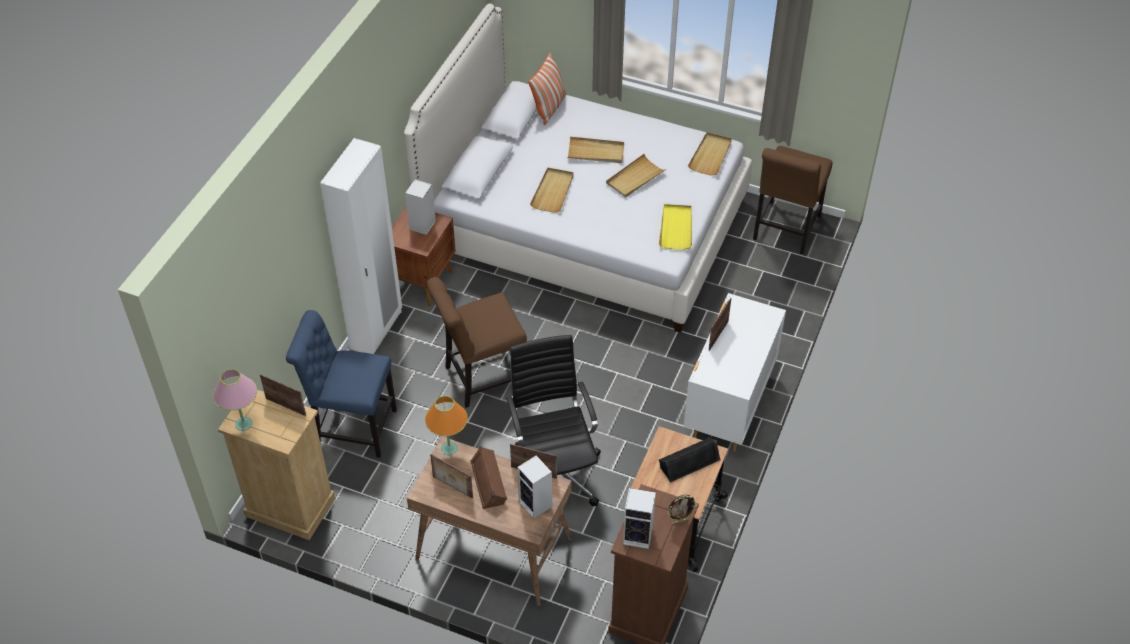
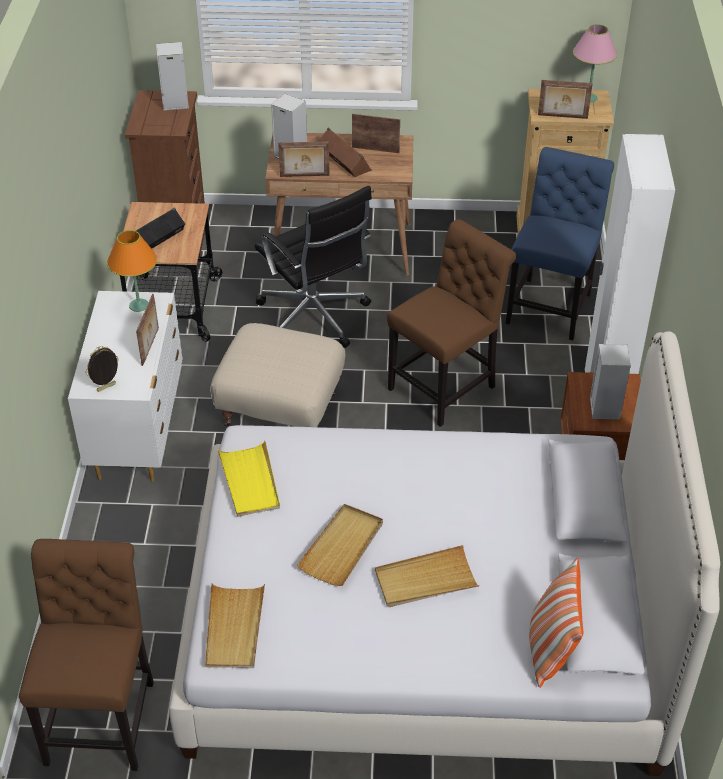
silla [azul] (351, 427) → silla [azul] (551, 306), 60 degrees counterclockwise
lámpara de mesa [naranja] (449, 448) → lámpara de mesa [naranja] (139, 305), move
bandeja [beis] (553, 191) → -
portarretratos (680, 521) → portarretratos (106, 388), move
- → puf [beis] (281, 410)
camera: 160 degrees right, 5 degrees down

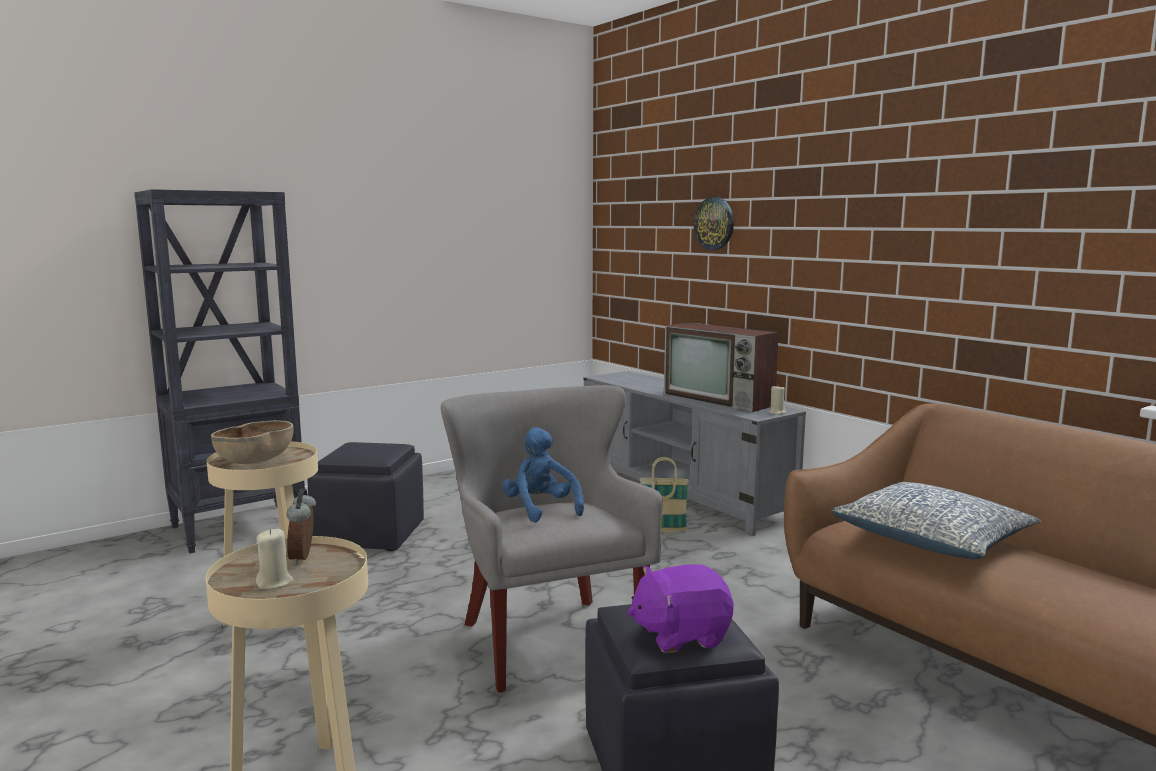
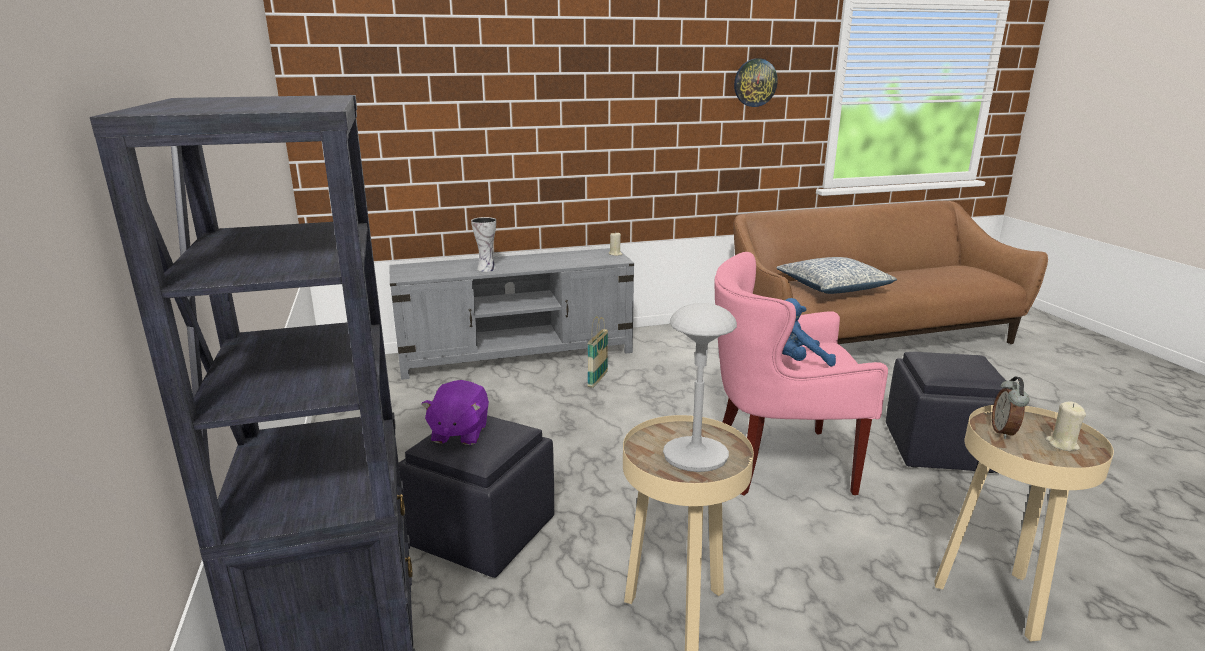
cuenco [marrón] (255, 461) → lámpara de mesa [gris] (695, 456)
despertador (304, 558) → despertador (1004, 432), 90 degrees clockwise
sillón [gris] (549, 640) → sillón [rosa] (778, 461)
peluche [morado] (680, 635) → peluche [morado] (459, 433), move
televisor (720, 400) → -
reloj de pared (714, 223) → reloj de pared (755, 82), move
- → florero (486, 268)
camera: 70 degrees left, 10 degrees up

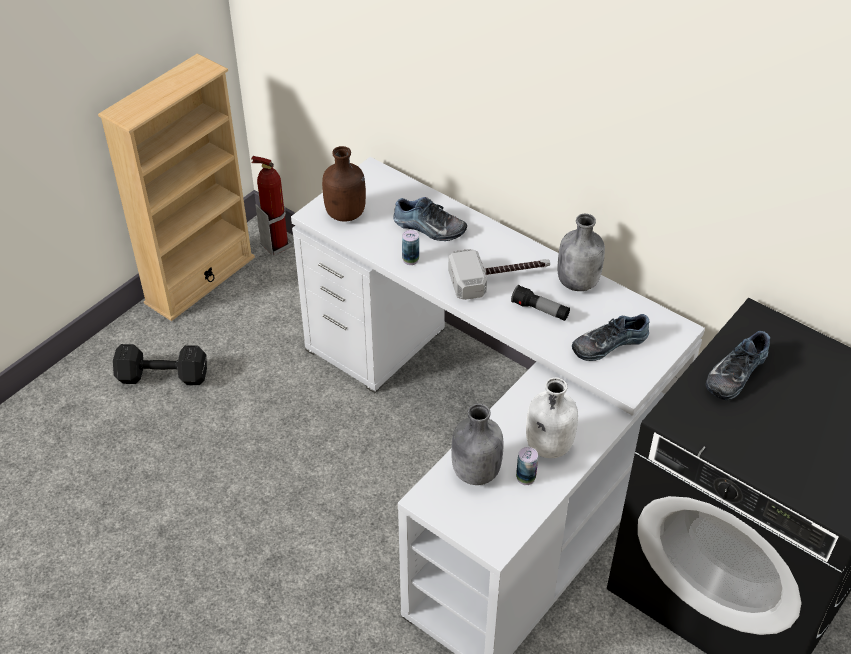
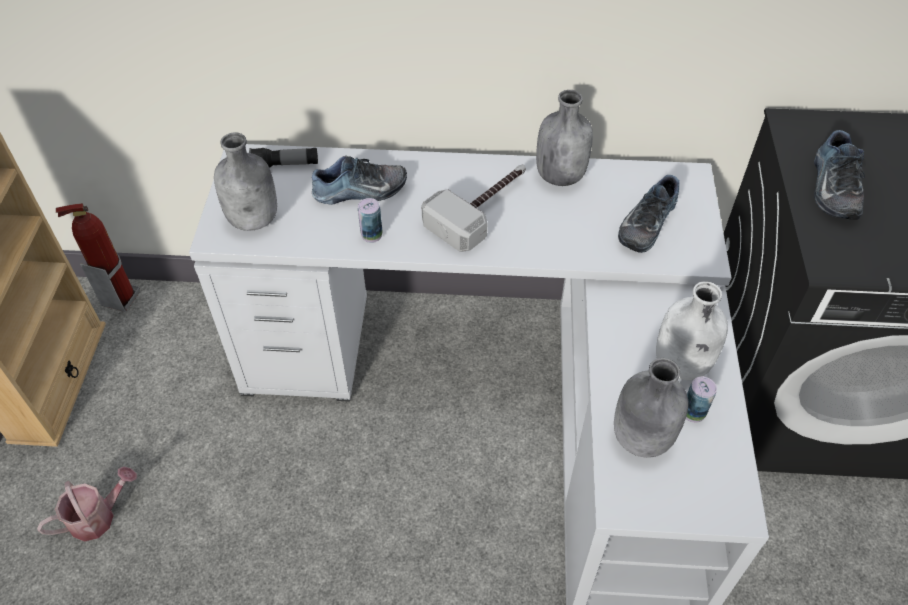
mancuerna [negro] (165, 377) → regadera (98, 517)
botella [marrón] (346, 214) → botella [gris] (254, 219)
linterna (540, 310) → linterna (285, 165), move
camera: 35 degrees left, 5 degrees up

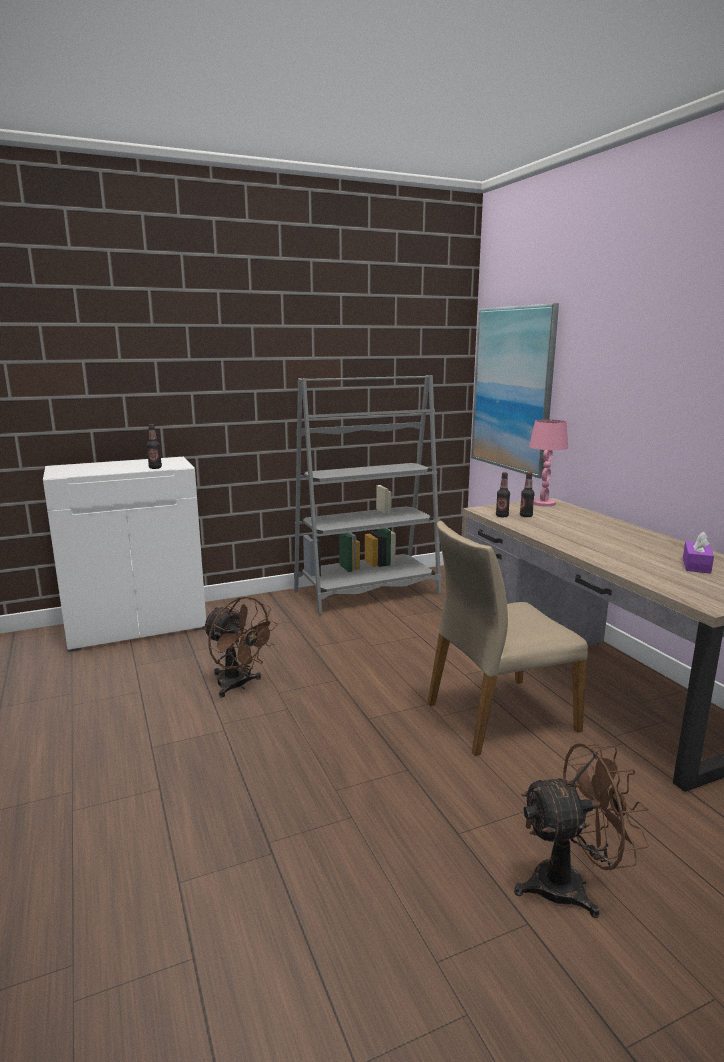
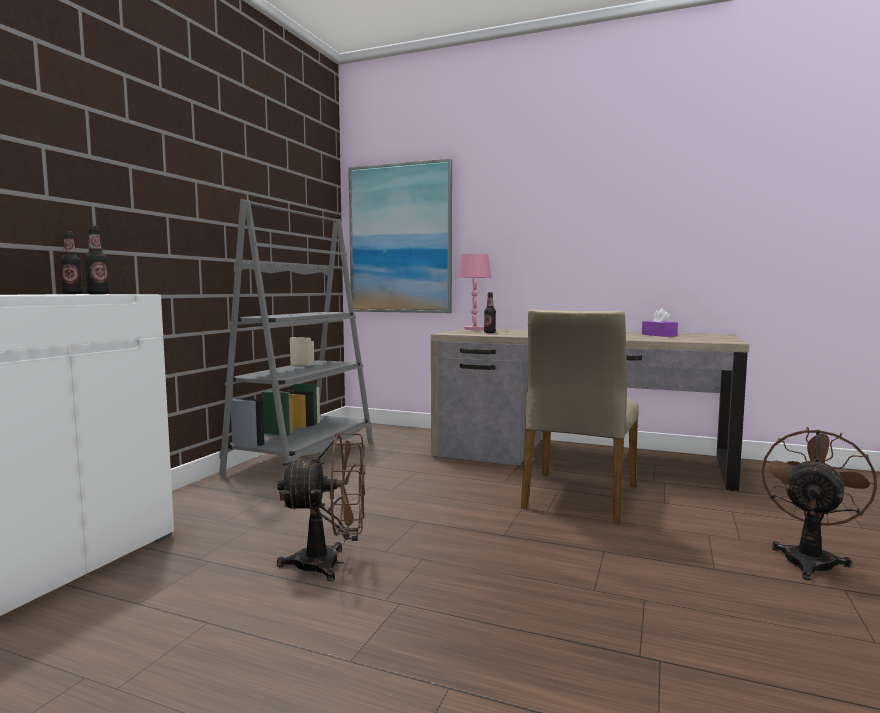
botella (502, 516) → botella (72, 293), move
camera: 45 degrees left, 10 degrees down

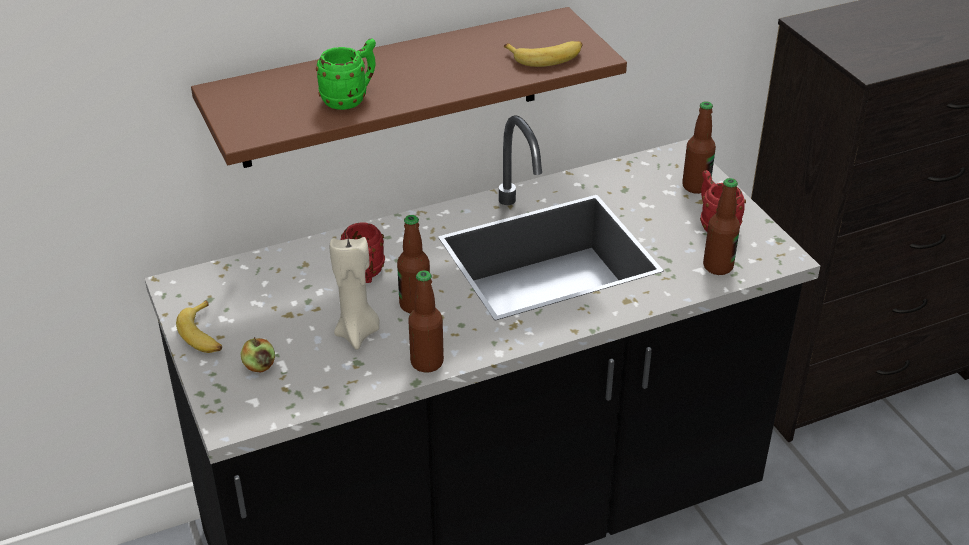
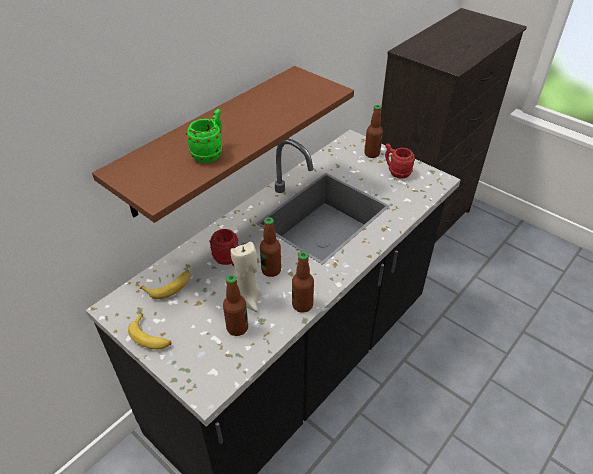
manzana (259, 366) → -
plátano (546, 57) → plátano (169, 286), move
botella (718, 267) → botella (237, 328), move
camera: 25 degrees left, 5 degrees up

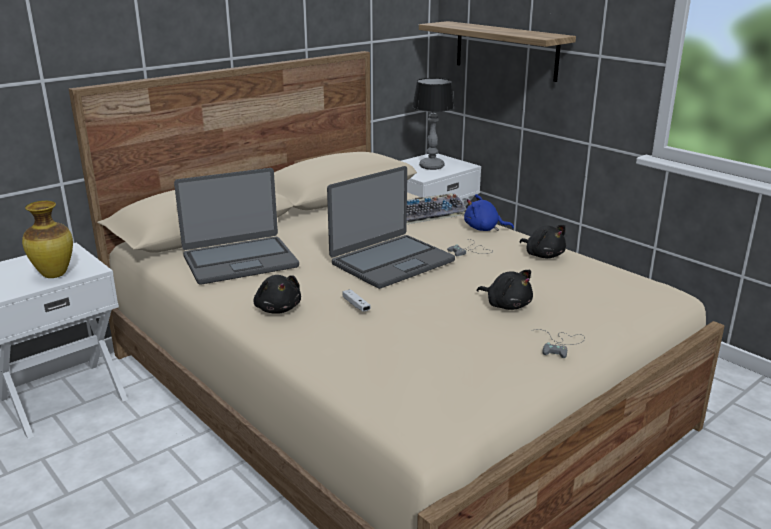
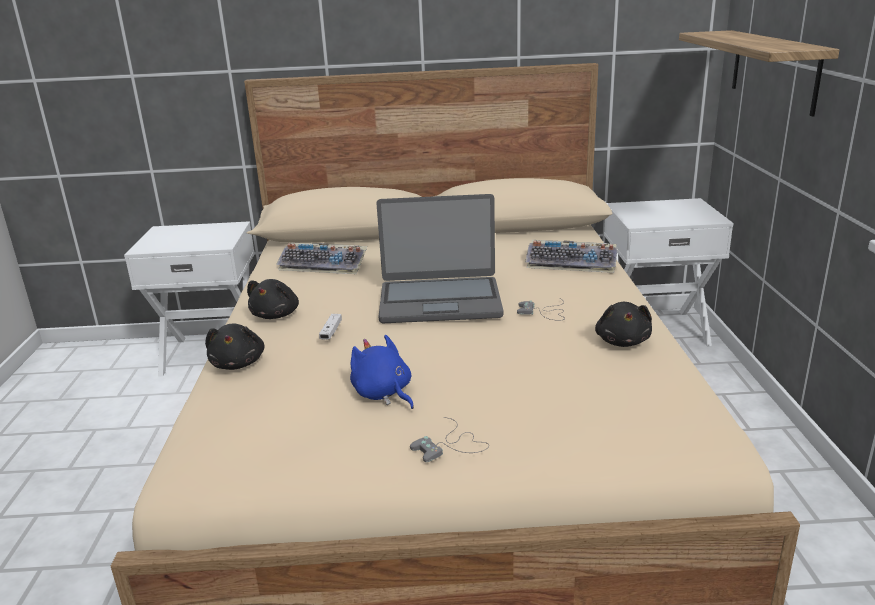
florero (55, 275) → -
portátil (240, 261) → teclado (324, 265)
lámpara de mesa (431, 166) → -
peluche [azul] (484, 229) → peluche [azul] (383, 394), move
peluche [negro] (506, 305) → peluche [negro] (238, 363), move
camera: 40 degrees right, 0 degrees up

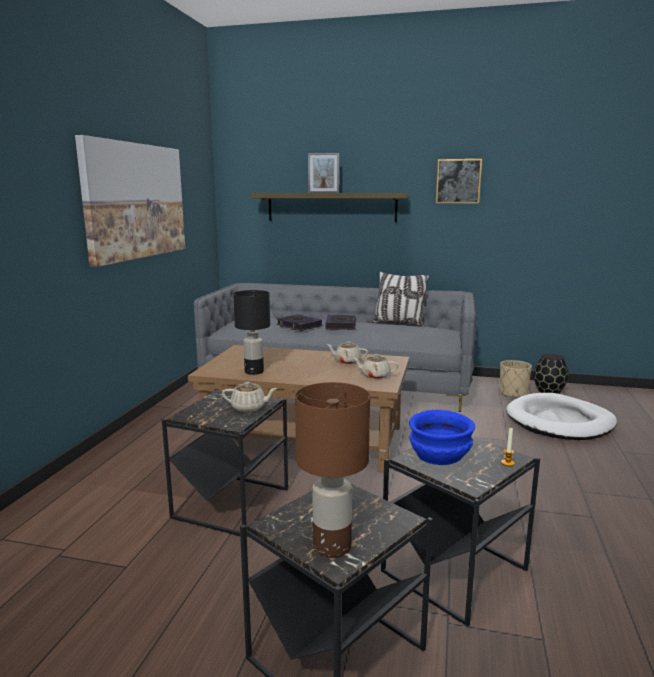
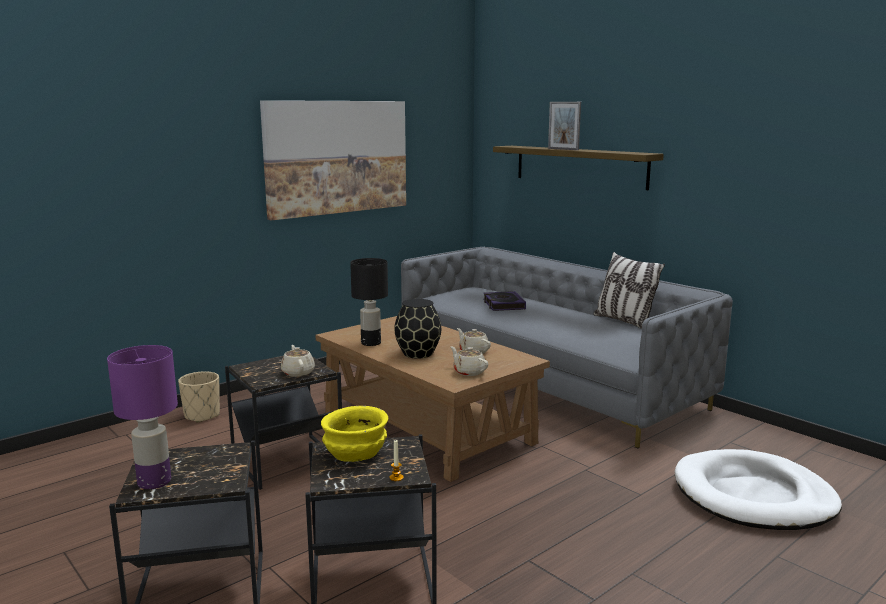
tetera [beis] (249, 408) → tetera [beis] (298, 372), 150 degrees counterclockwise
lámpara de mesa [marrón] (331, 546) → lámpara de mesa [morado] (155, 481)
libro (341, 325) → -
cuenco [azul] (440, 456) → cuenco [amarillo] (355, 453)
cuadro (458, 181) → -
maceta [beis] (513, 393) → maceta [beis] (202, 415), move
florero [negro] (548, 391) → florero [negro] (418, 353), move
camera: 35 degrees right, 0 degrees up

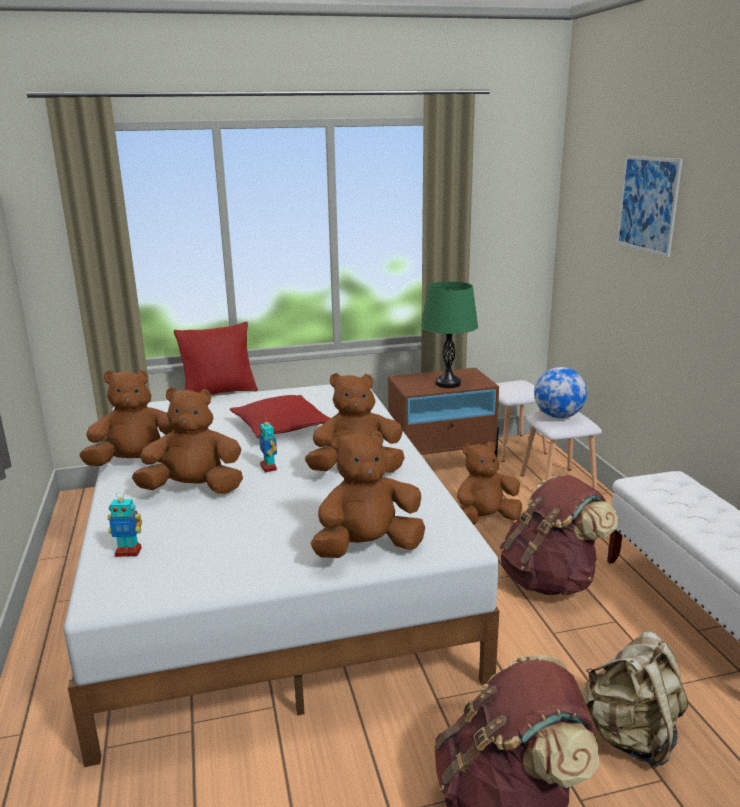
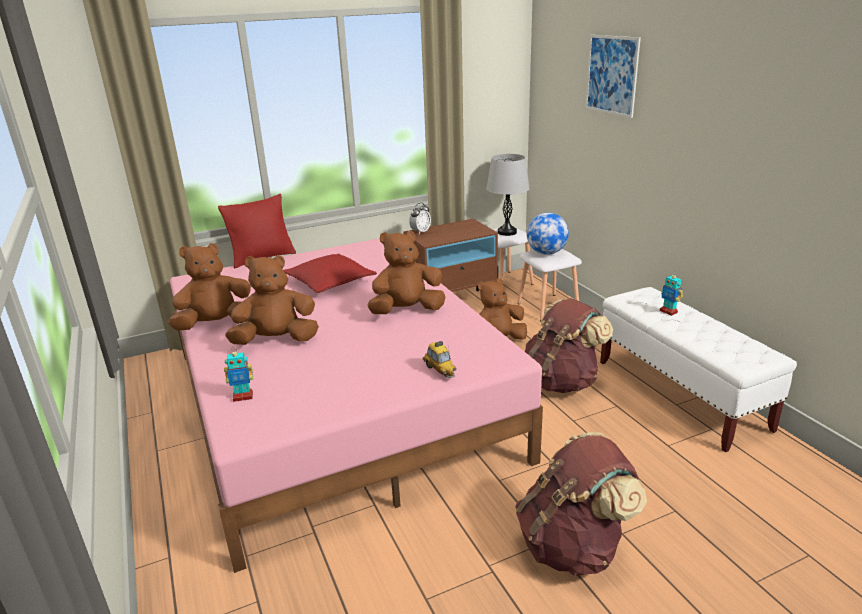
cama [blanco] (271, 570) → cama [rosa] (337, 402)
robot de juguete (269, 467) → robot de juguete (668, 311), move
peluche [marrón] (368, 548) → coche de juguete (440, 370)
lámpara de mesa [verde] (448, 384) → -
mochila [beis] (630, 737) → -
- → despertador (420, 232)
- → lámpara de mesa [gris] (507, 232)
camera: 10 degrees left, 5 degrees up

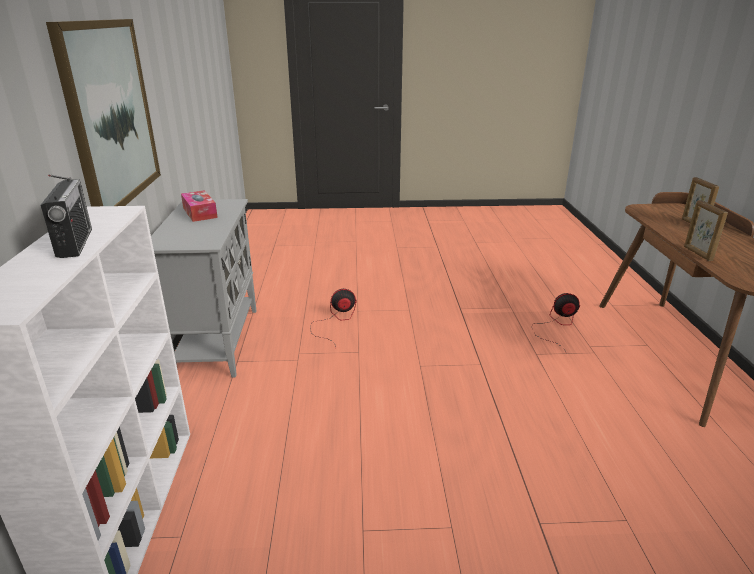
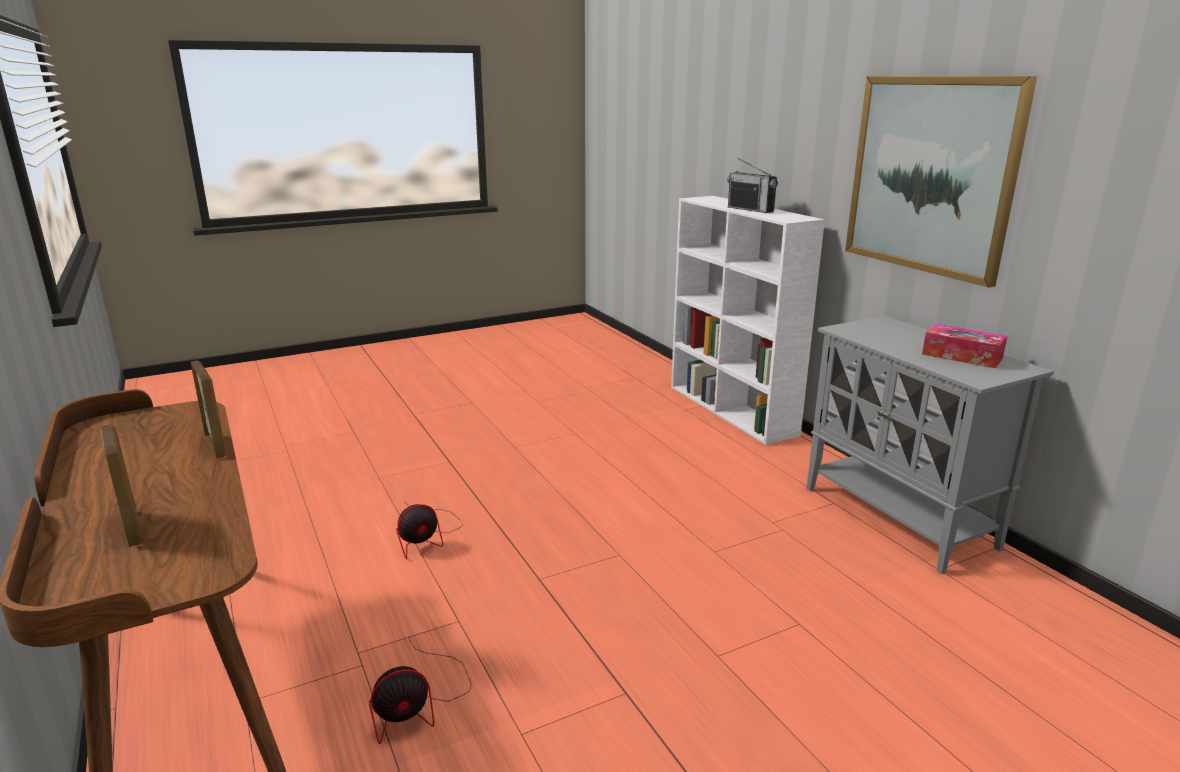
ventilador (336, 321) → ventilador (426, 536), move
camera: 155 degrees right, 5 degrees down

